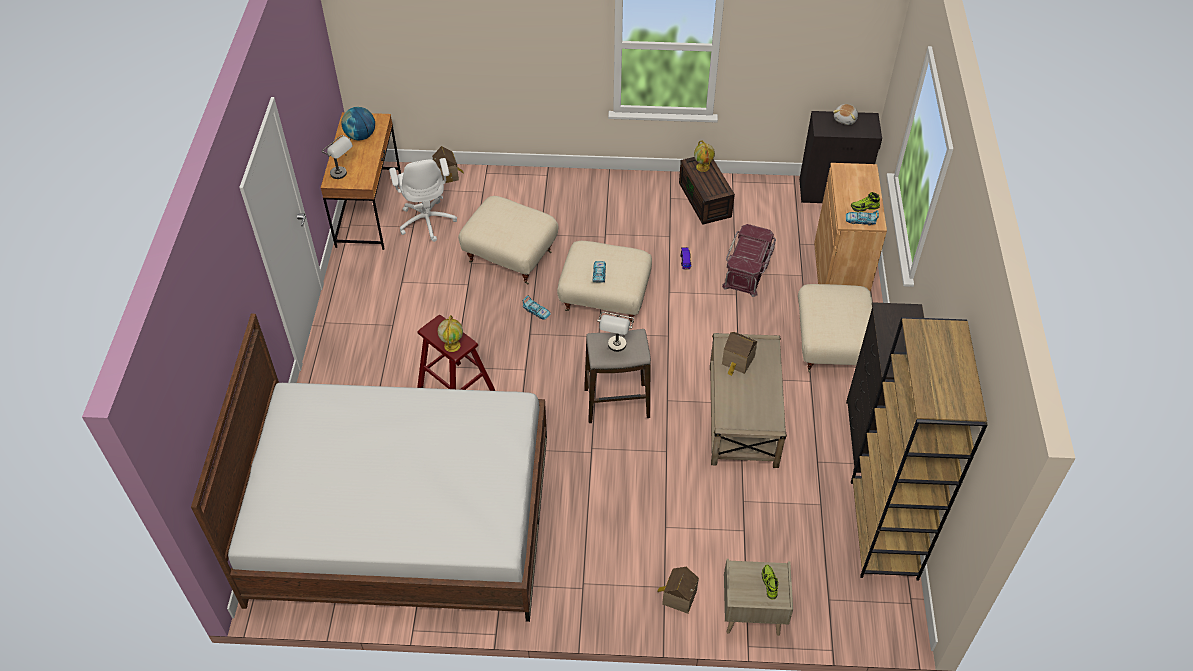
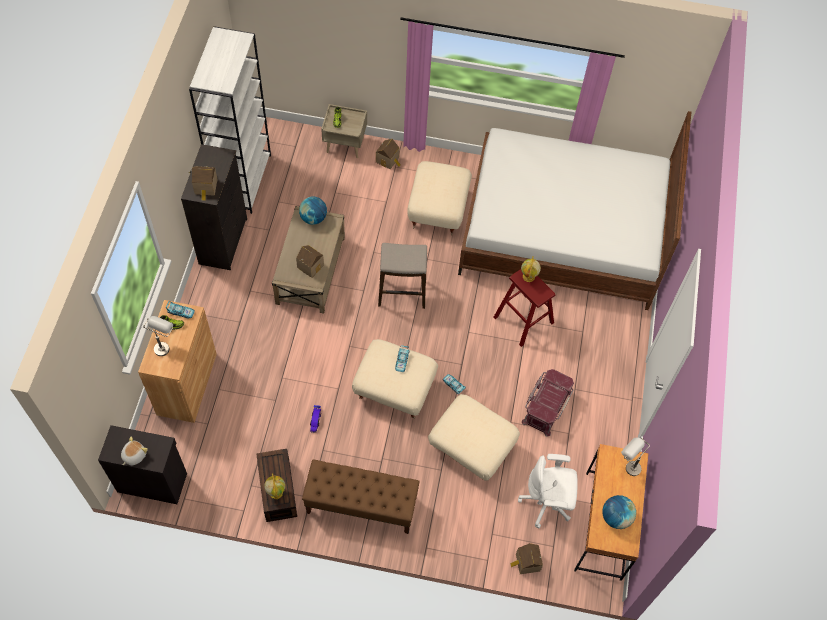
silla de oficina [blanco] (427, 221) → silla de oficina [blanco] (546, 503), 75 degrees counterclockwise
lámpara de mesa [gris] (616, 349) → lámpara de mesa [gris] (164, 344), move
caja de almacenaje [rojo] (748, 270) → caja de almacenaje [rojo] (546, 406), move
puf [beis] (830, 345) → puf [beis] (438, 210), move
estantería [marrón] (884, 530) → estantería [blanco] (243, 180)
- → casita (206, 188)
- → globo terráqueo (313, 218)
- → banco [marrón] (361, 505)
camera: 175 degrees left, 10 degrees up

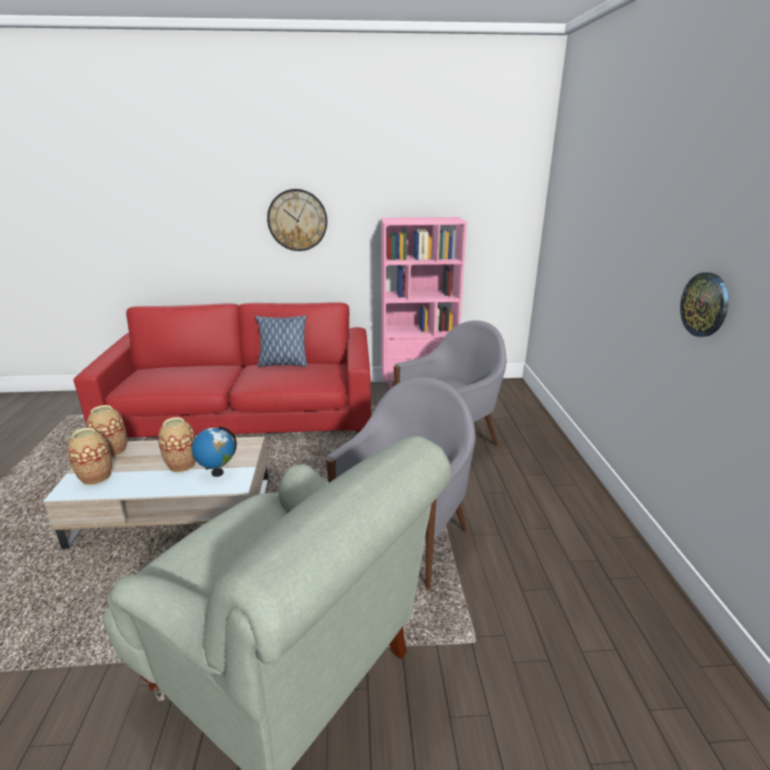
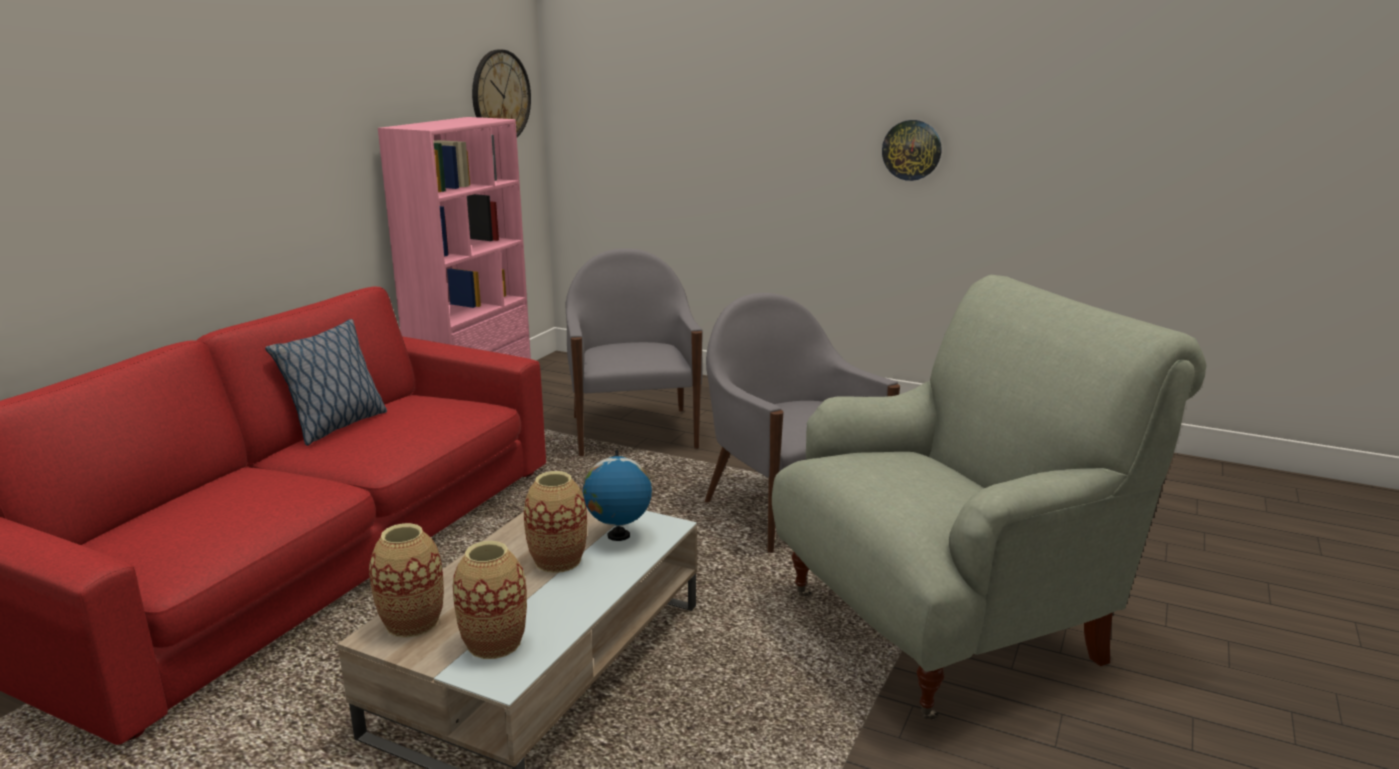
reloj de pared (297, 220) → reloj de pared (500, 96), move
camera: 60 degrees left, 5 degrees down

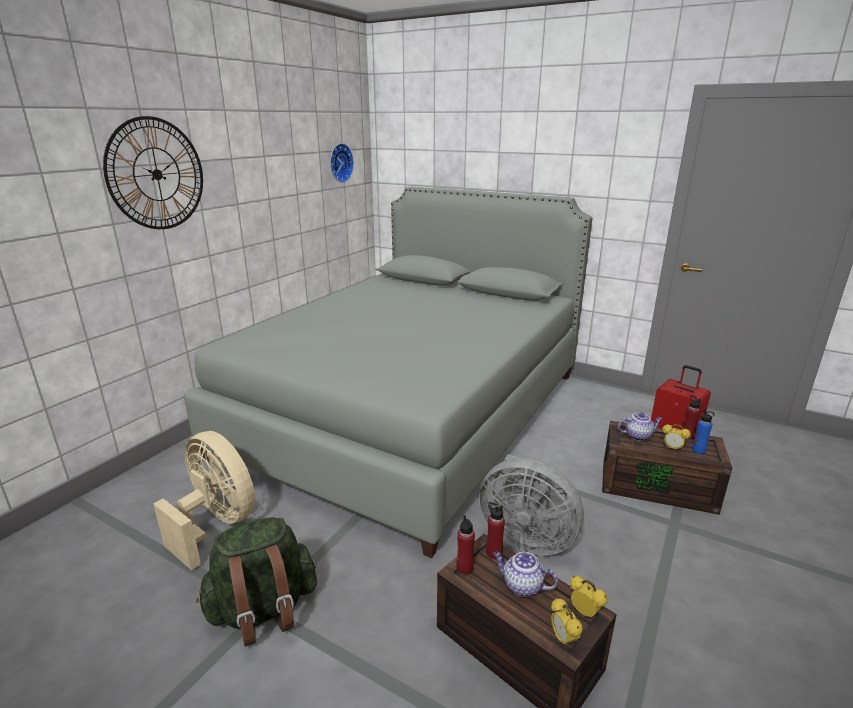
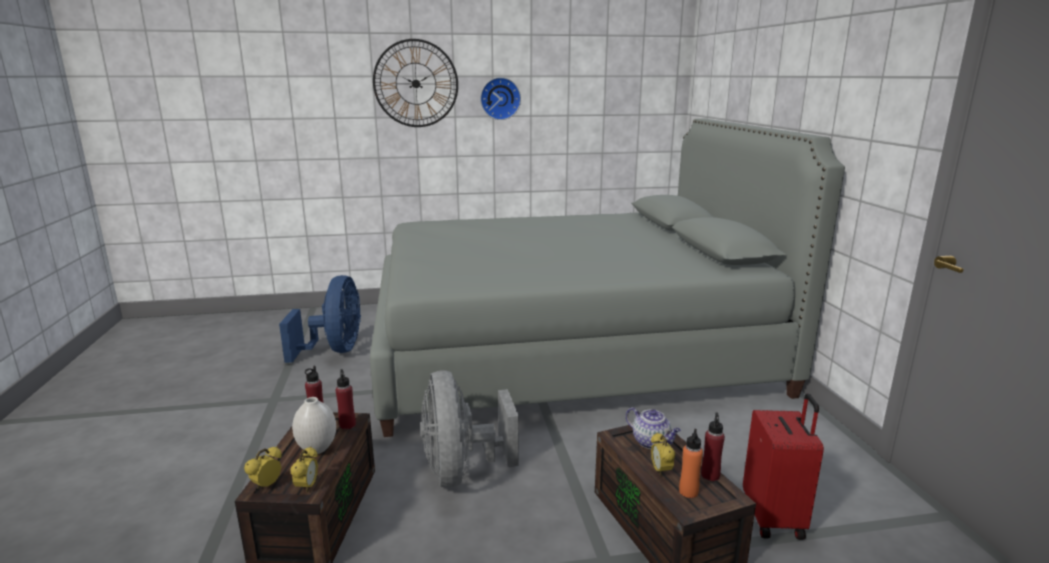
ventilador [beis] (217, 524) → ventilador [azul] (335, 350)
mochila [verde] (263, 610) → -
reloj de pared (339, 163) → reloj de pared (500, 98), move
tetera (521, 586) → florero [blanco] (317, 449)
botella [azul] (698, 450) → botella [naranja] (688, 492)
camera: 50 degrees right, 5 degrees down

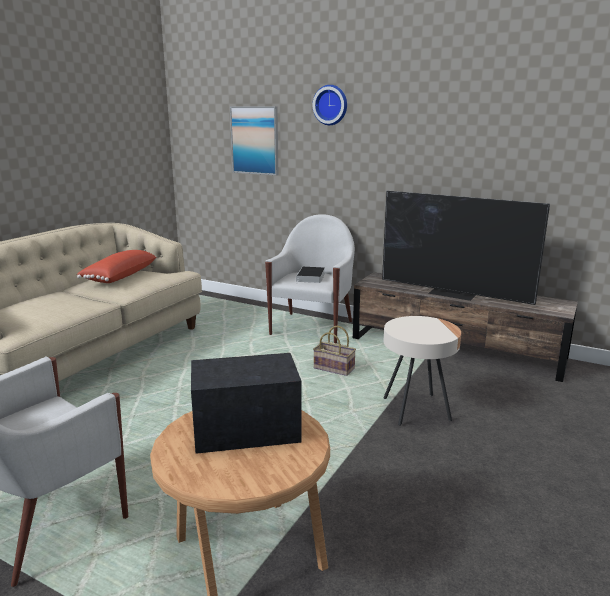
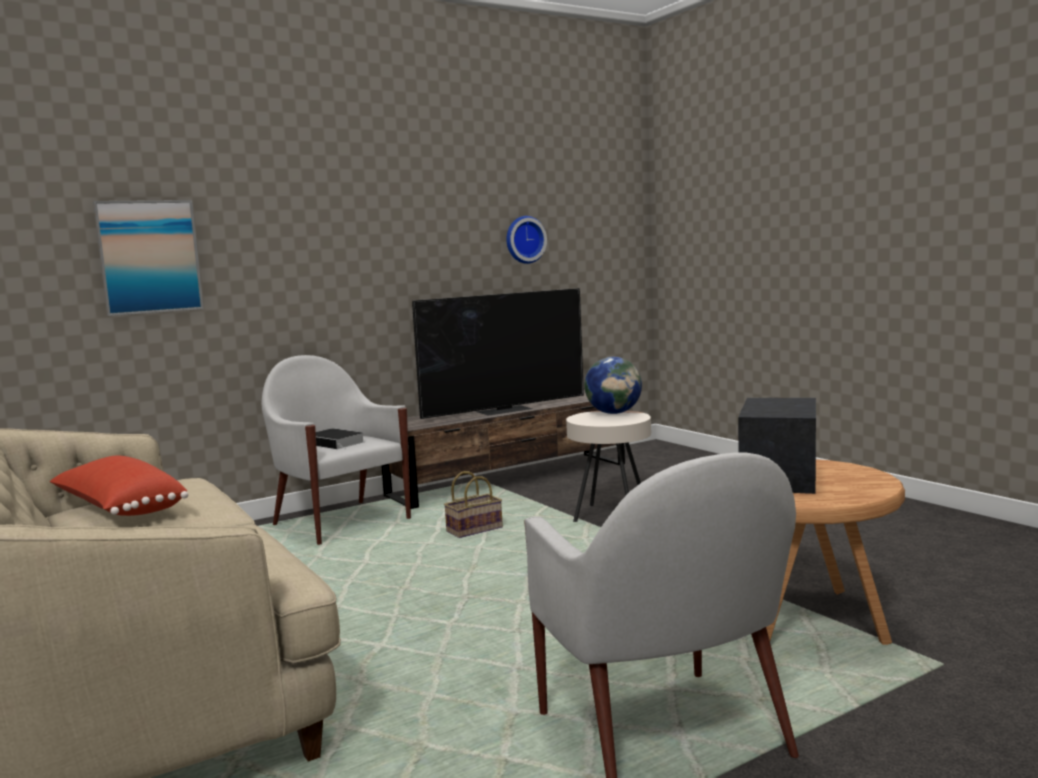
reloj de pared (331, 105) → reloj de pared (524, 240), move
- → globo terráqueo (614, 413)
camera: 60 degrees left, 10 degrees down

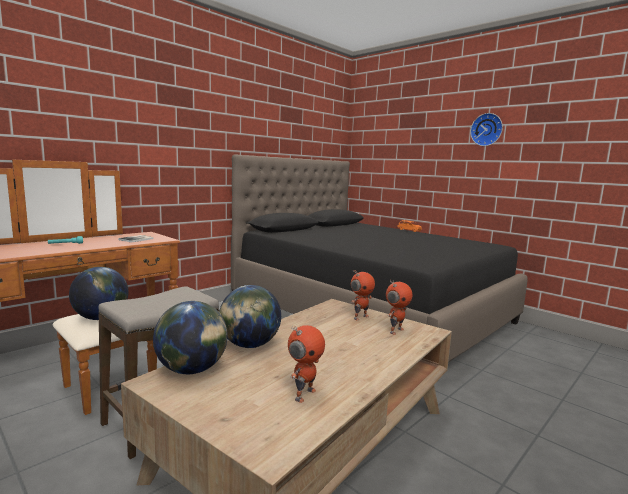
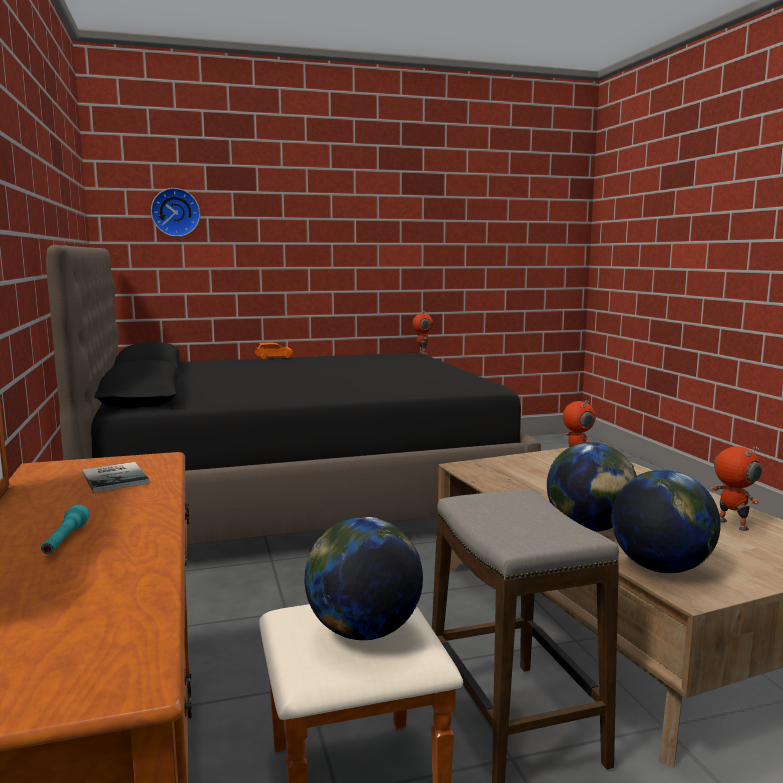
robot de juguete (360, 317) → robot de juguete (422, 353), move
reloj de pared (487, 130) → reloj de pared (175, 212), move
camera: 60 degrees left, 0 degrees up

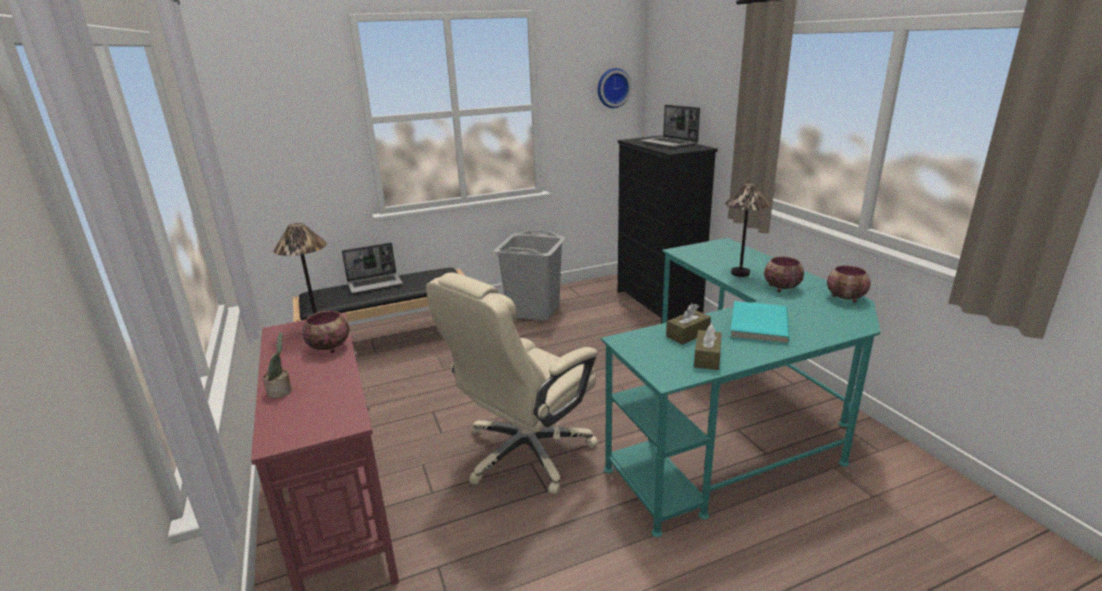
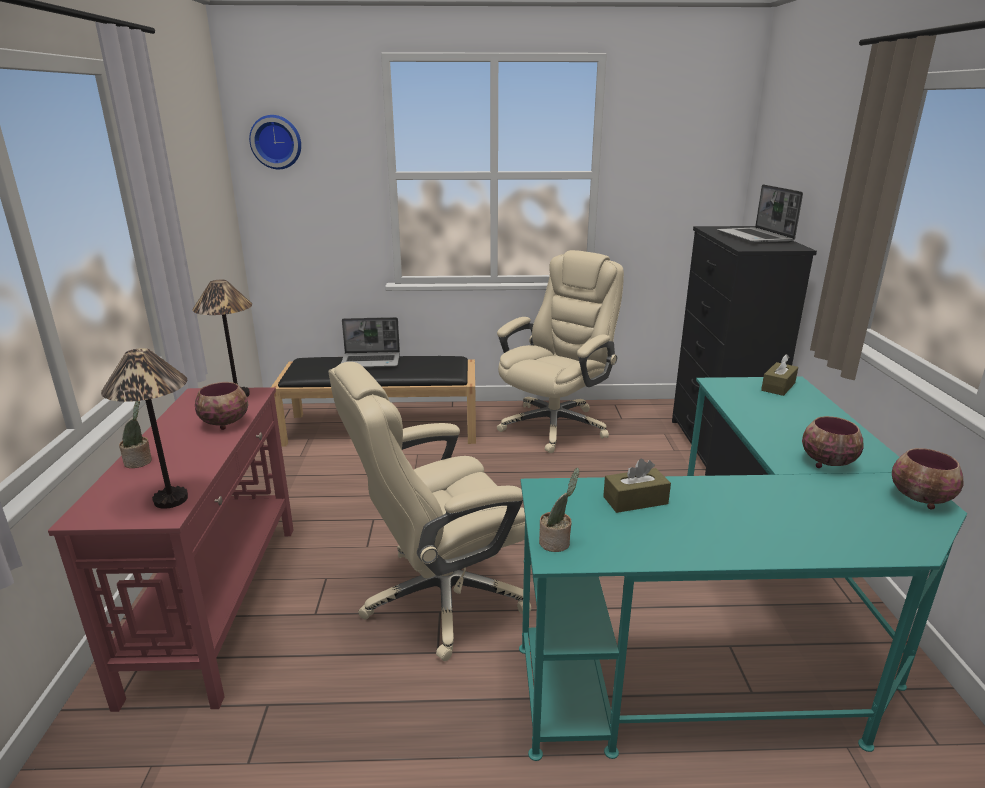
cesto de la ropa [gris] (534, 310) → silla de oficina [beis] (555, 425)
reloj de pared (612, 88) → reloj de pared (276, 142), move
caja de pañuelos [marrón] (707, 357) → caja de pañuelos [marrón] (778, 386), move
lámpara de mesa (740, 273) → lámpara de mesa (172, 499), move
libro [turquesa] (757, 325) → -
- → planta en maceta (557, 543)
camera: 20 degrees right, 0 degrees up

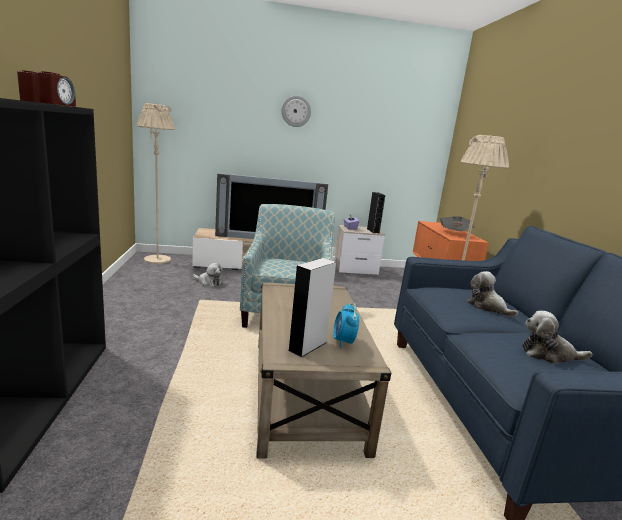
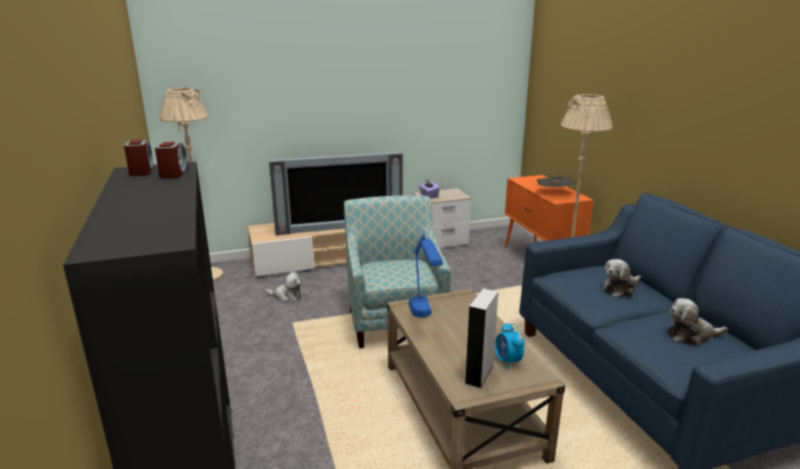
reloj de pared (296, 111) → -
altavoz [negro] (373, 231) → -
peluche (487, 307) → peluche (620, 289), 75 degrees counterclockwise
- → lámpara de mesa [azul] (424, 320)
camera: 10 degrees left, 5 degrees up

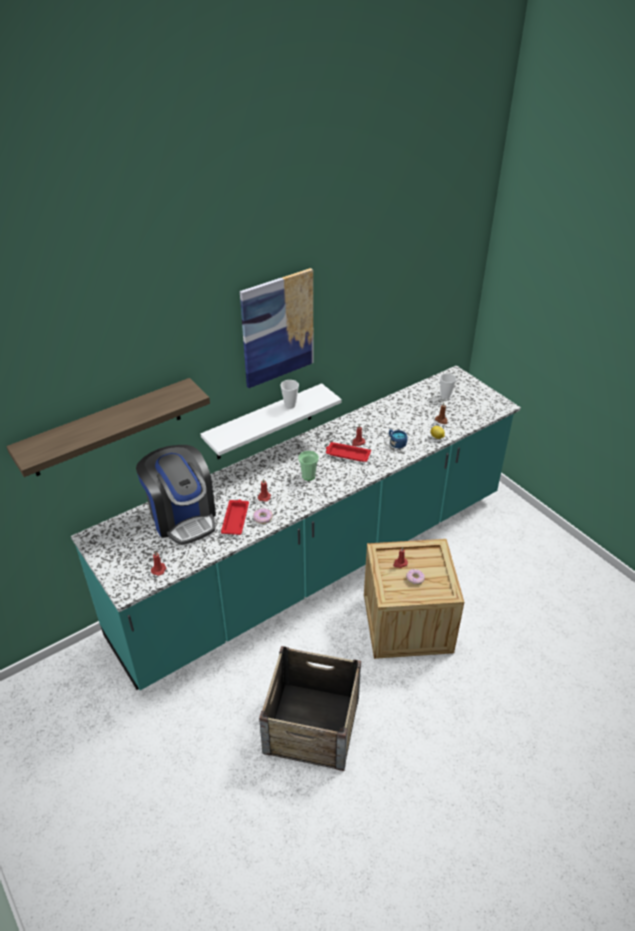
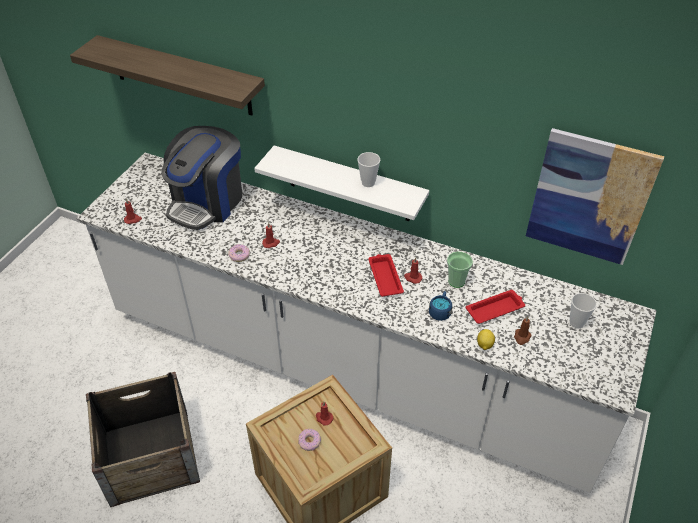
mueble bajo de cocina [turquesa] (317, 563) → mueble bajo de cocina [blanco] (349, 367)
bandeja [rojo] (235, 519) → bandeja [rojo] (495, 309), move
cuadro (277, 328) → cuadro (589, 197), move
taza (308, 476) → taza (456, 281), move
camera: 60 degrees right, 5 degrees up

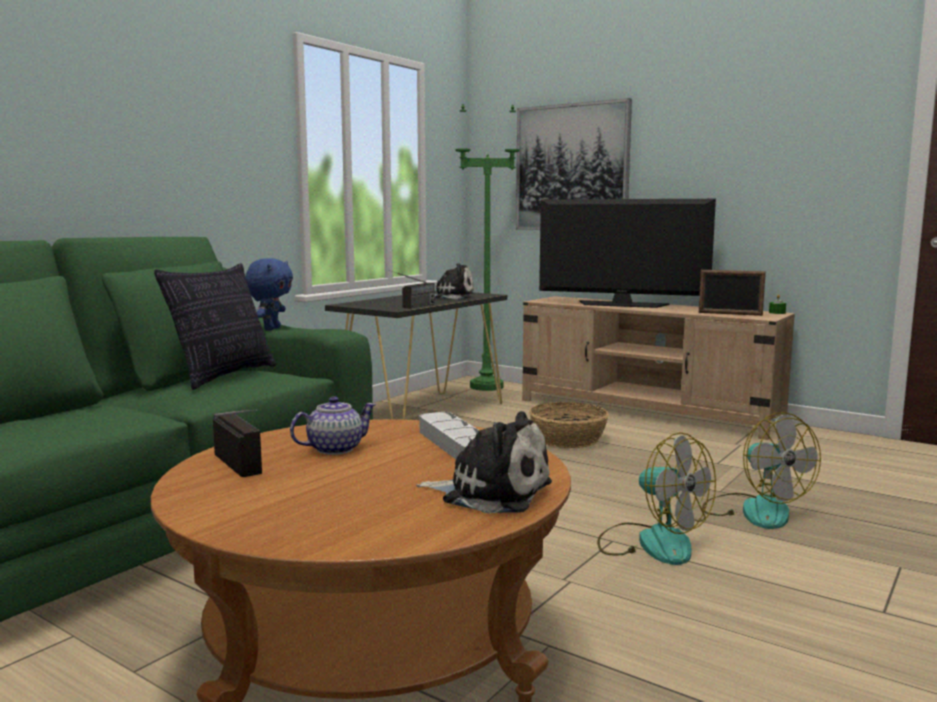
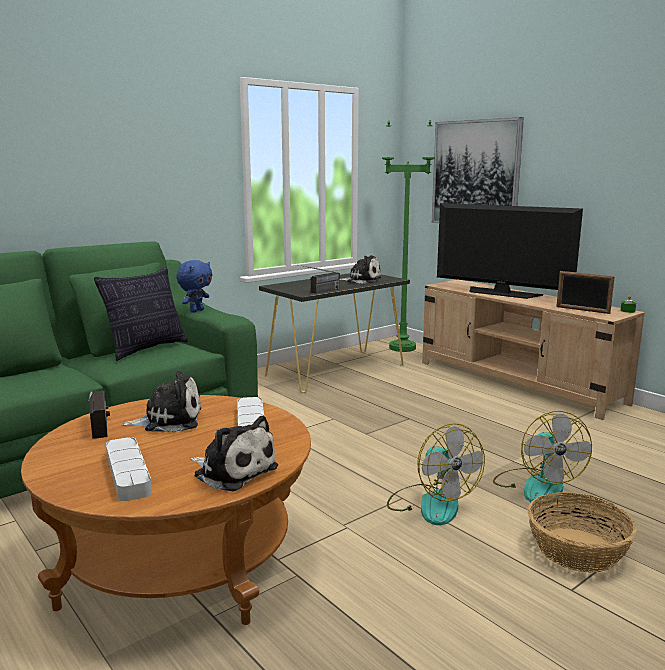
tetera (334, 449) → peluche (169, 420)
cesta (567, 439) → cesta (576, 550), move
- → bandeja [gris] (128, 473)
camera: 15 degrees right, 5 degrees up

